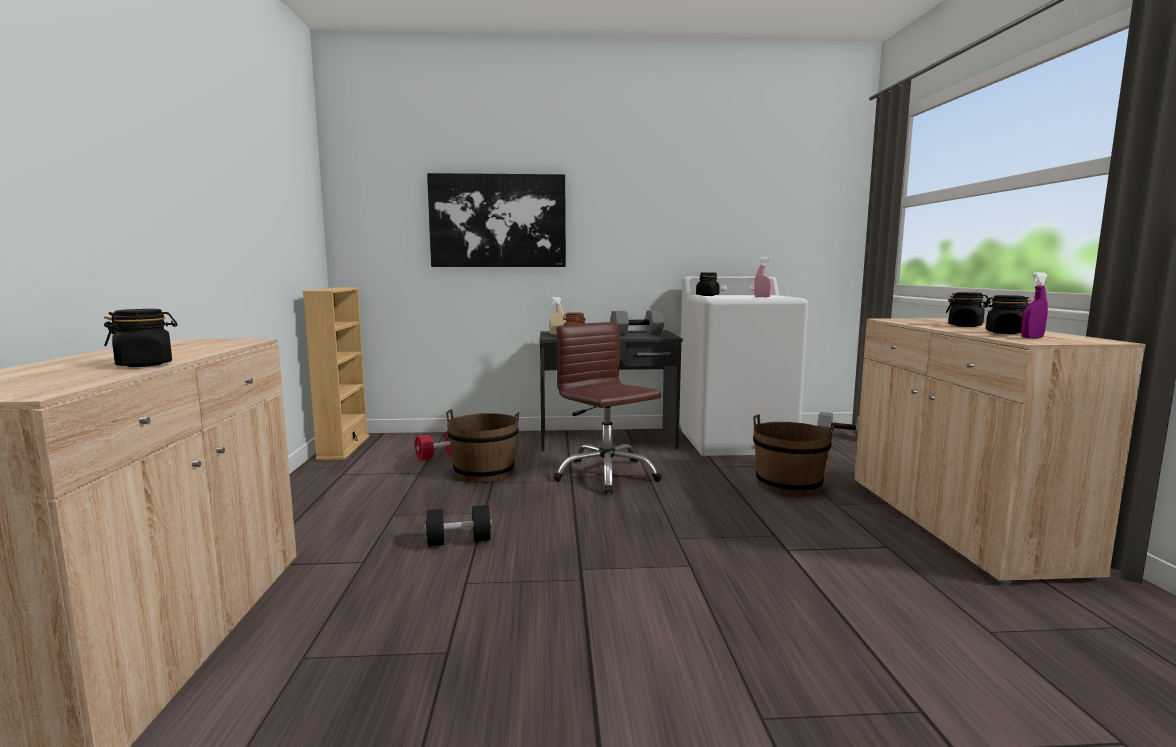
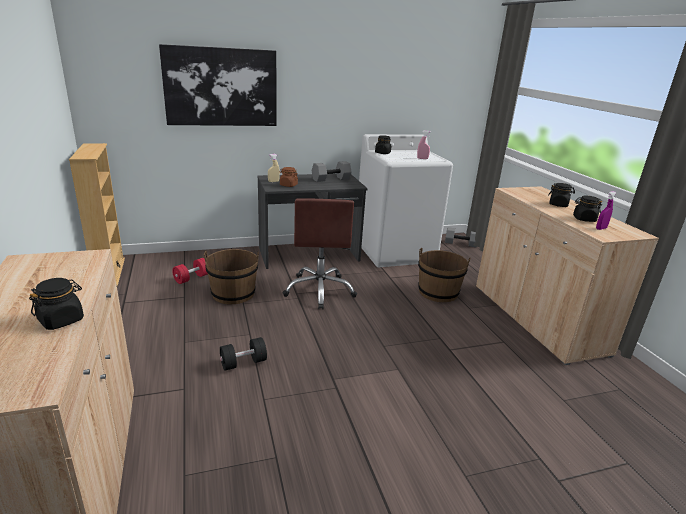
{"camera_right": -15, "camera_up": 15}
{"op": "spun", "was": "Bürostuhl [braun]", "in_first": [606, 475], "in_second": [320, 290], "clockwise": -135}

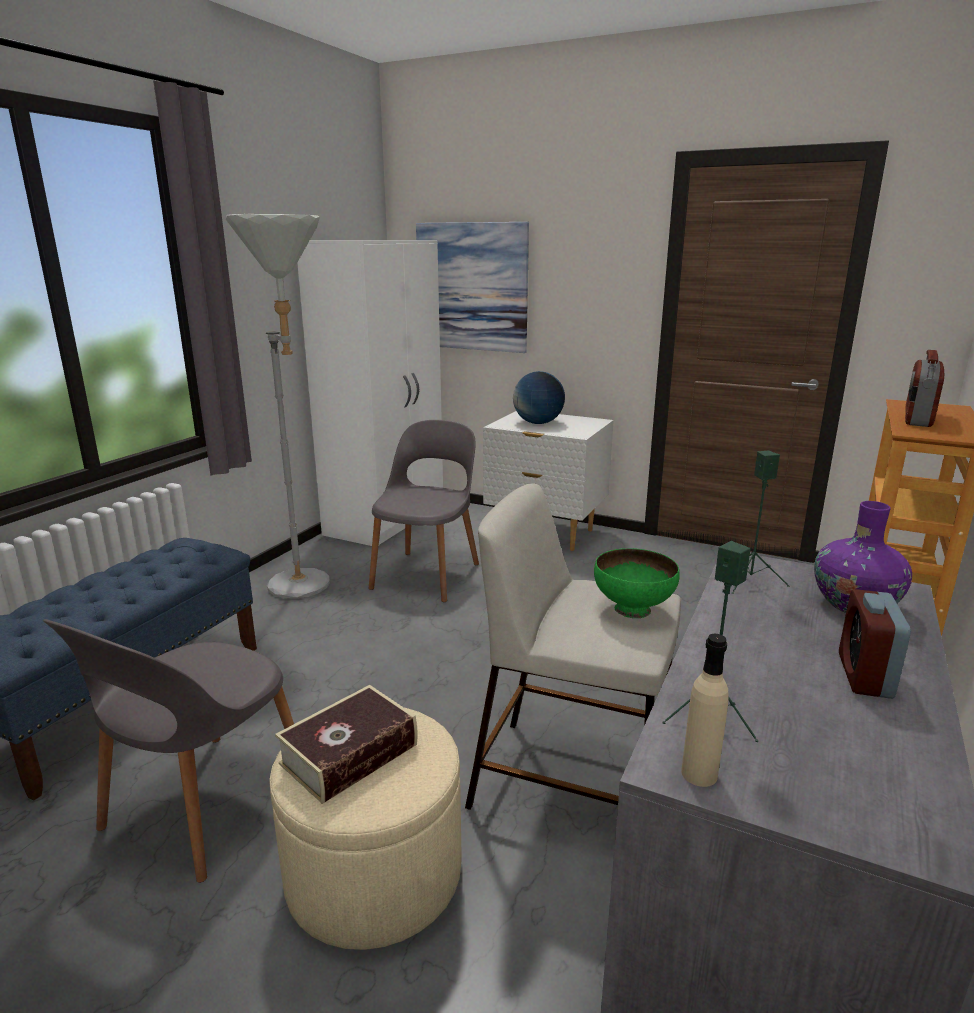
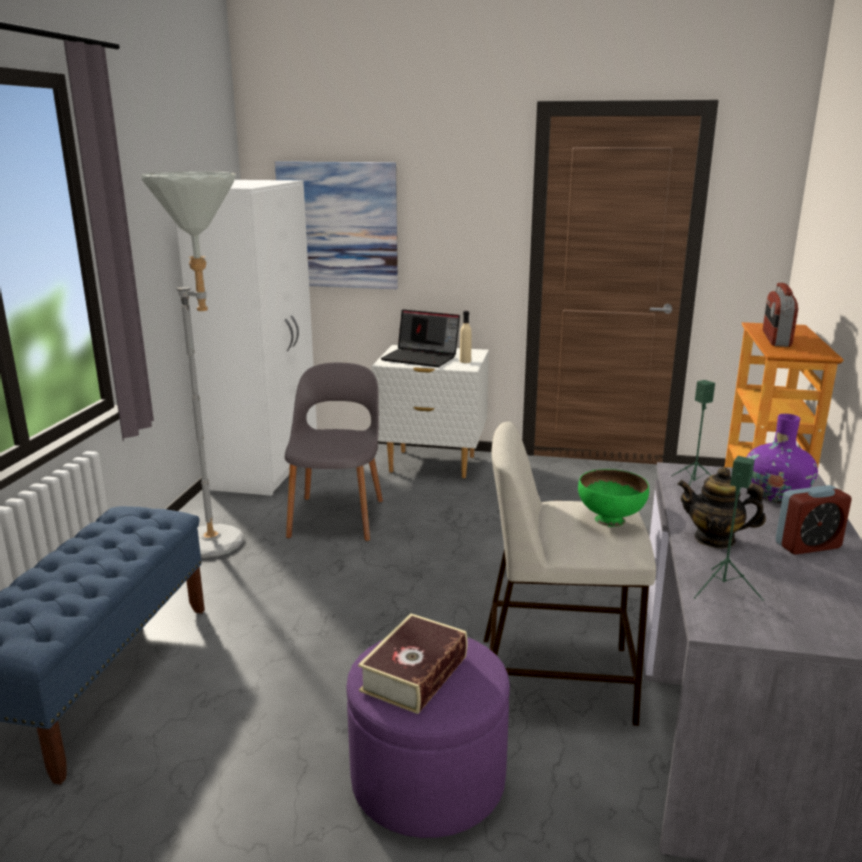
{"camera_right": -15, "camera_up": 0}
{"op": "missing", "was": "Stuhl [grau]", "in_first": [203, 805]}
{"op": "colour", "was": "Polsterhocker [beige]", "now": "Polsterhocker [lila]", "in_first": [374, 873], "in_second": [428, 778]}
{"op": "exchanged", "was": "Globus", "now": "Laptop", "in_first": [538, 423], "in_second": [421, 358]}
{"op": "relocated", "was": "Flasche [beige]", "in_first": [699, 774], "in_second": [465, 361]}
{"op": "spun", "was": "Wecker", "in_first": [864, 676], "in_second": [807, 545], "clockwise": -105}
{"op": "appeared", "now": "Teekanne", "in_second": [715, 539]}

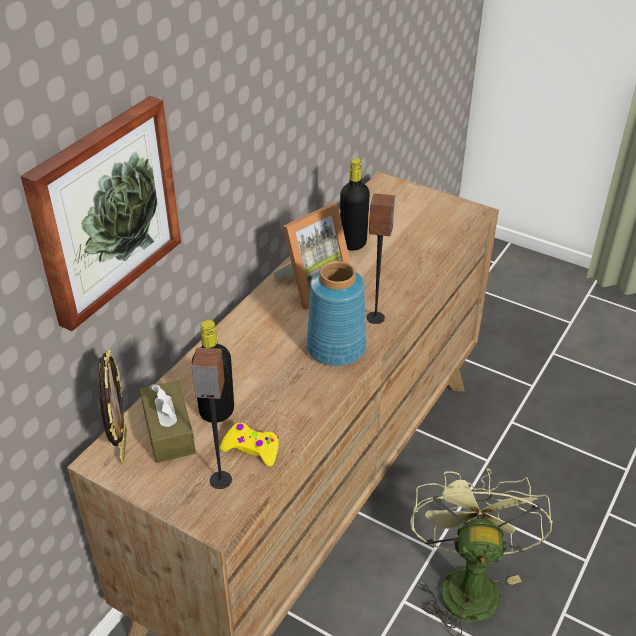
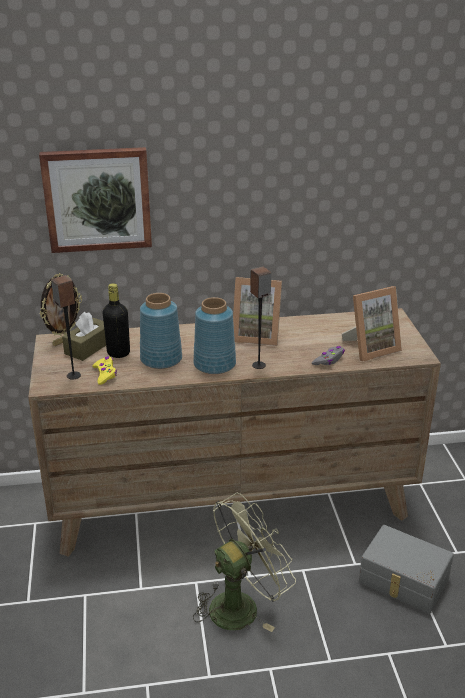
{"camera_right": 50, "camera_up": -10}
{"op": "missing", "was": "Flasche [schwarz]", "in_first": [353, 243]}
{"op": "appeared", "now": "Vase [blau]", "in_second": [162, 359]}
{"op": "appeared", "now": "Gamepad [grau]", "in_second": [329, 360]}
{"op": "appeared", "now": "Bilderrahmen", "in_second": [370, 348]}
{"op": "appeared", "now": "Aufbewahrungsbox [grau]", "in_second": [403, 581]}

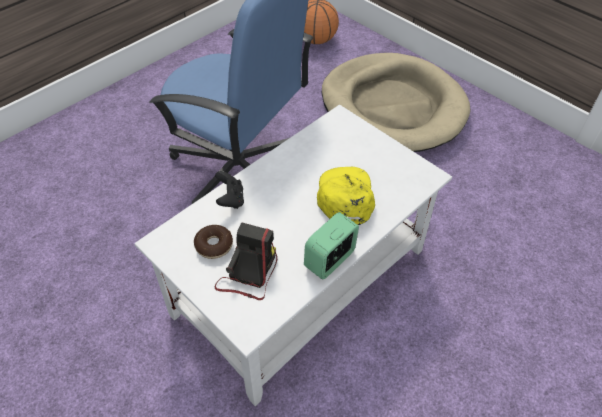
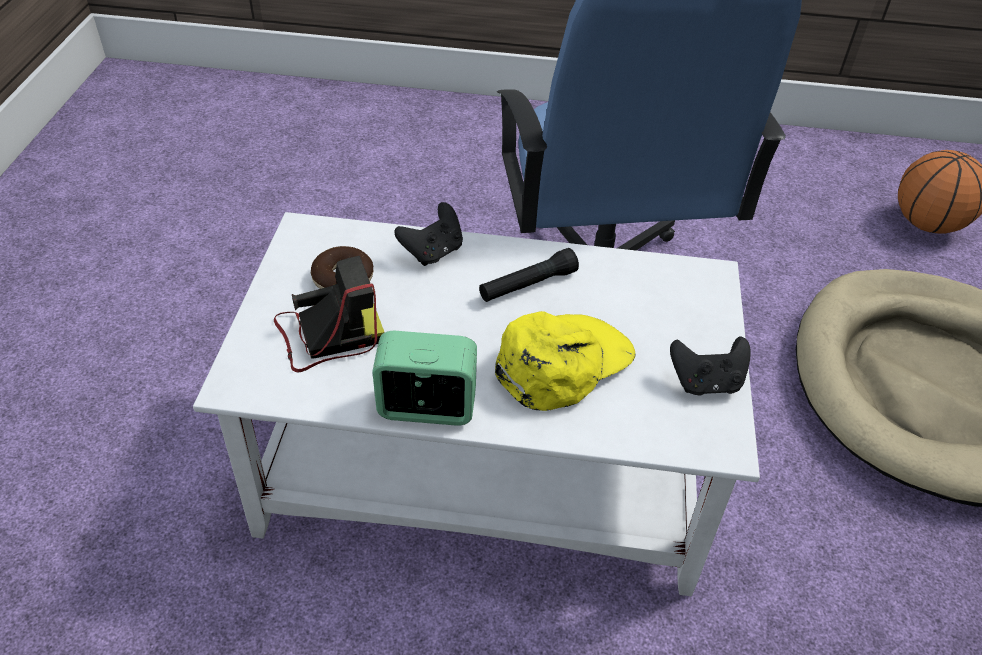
{"camera_right": 50, "camera_up": -5}
{"op": "appeared", "now": "Taschenlampe [schwarz]", "in_second": [527, 285]}
{"op": "appeared", "now": "Gamepad [schwarz]", "in_second": [706, 382]}

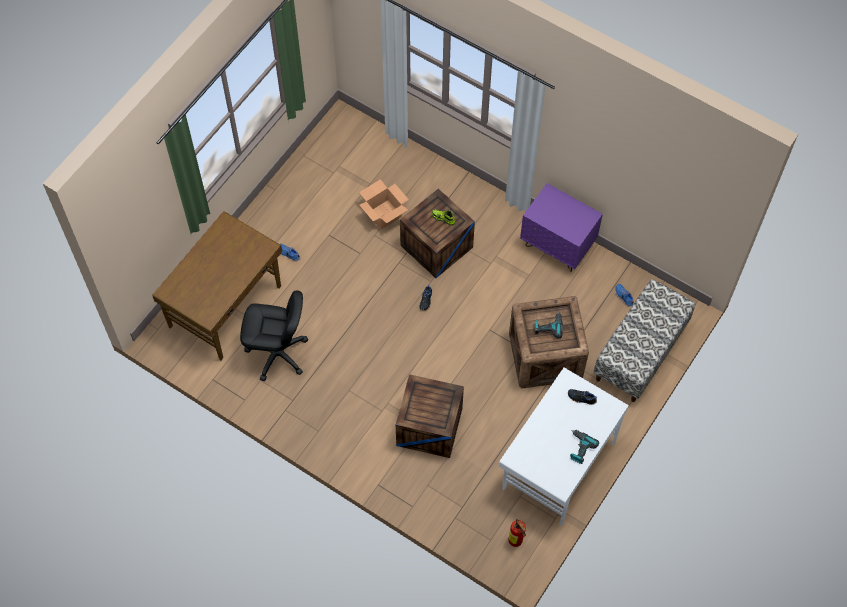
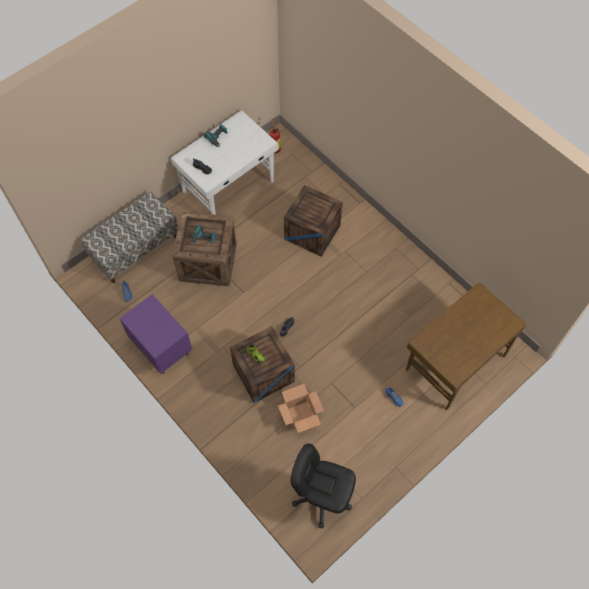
{"camera_right": -165, "camera_up": 0}
{"op": "relocated", "was": "Bürostuhl [schwarz]", "in_first": [277, 354], "in_second": [322, 496]}

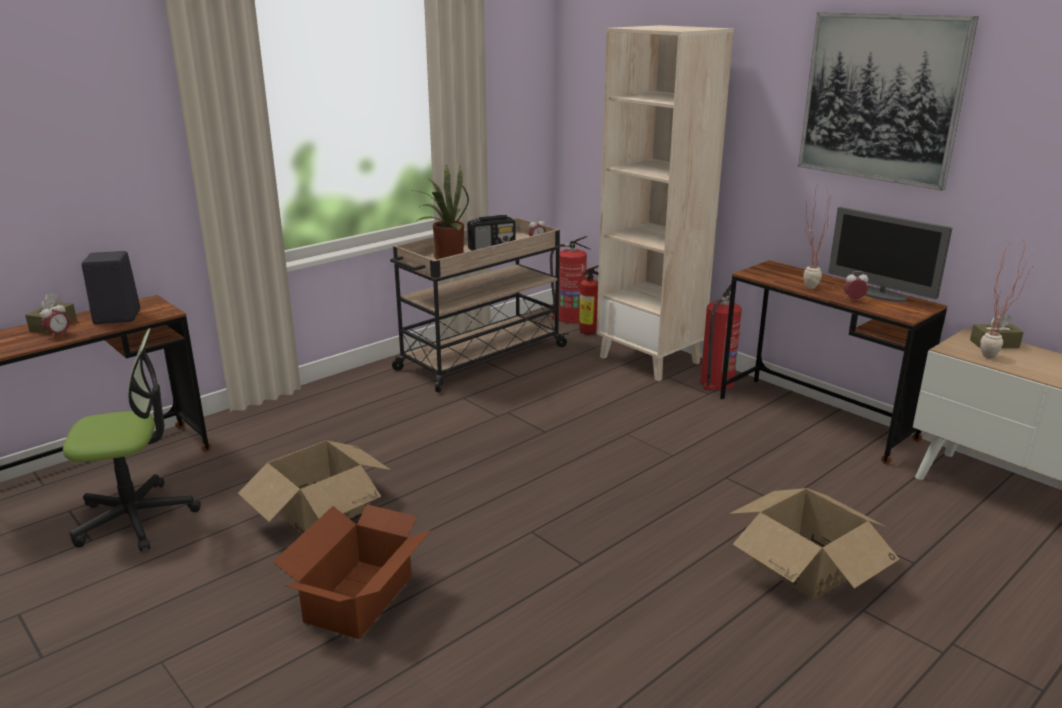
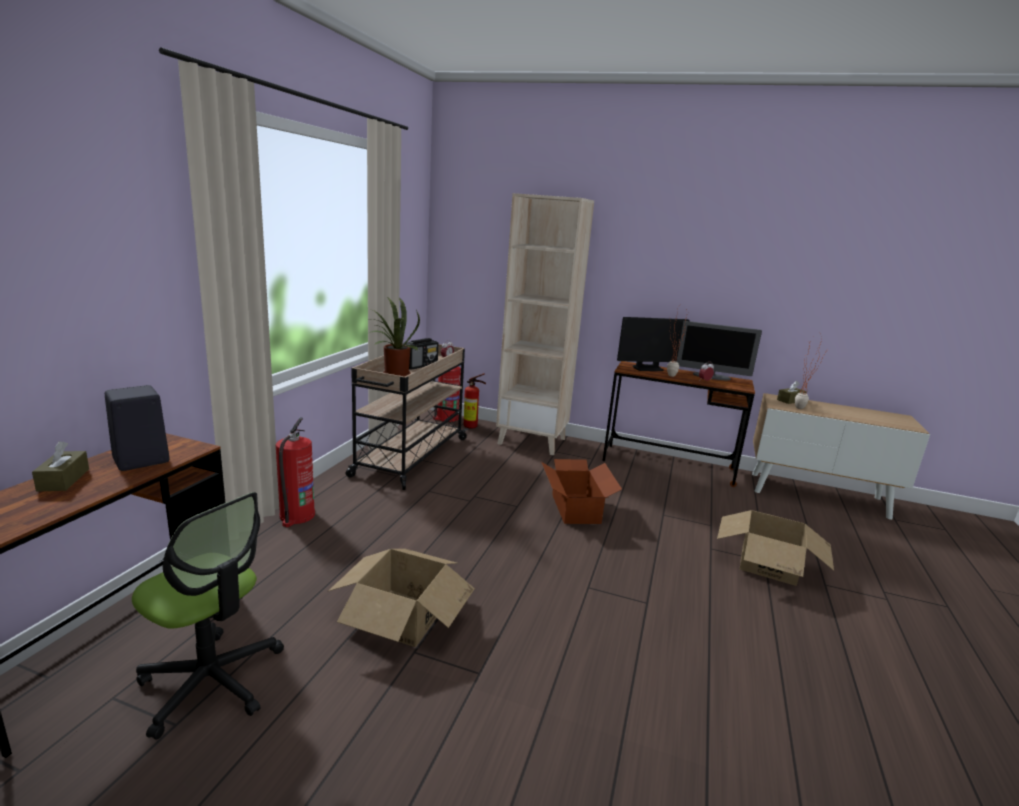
{"camera_right": -30, "camera_up": -5}
{"op": "missing", "was": "Wecker", "in_first": [58, 335]}
{"op": "spun", "was": "Bürostuhl", "in_first": [136, 518], "in_second": [212, 681], "clockwise": 75}
{"op": "relocated", "was": "Karton", "in_first": [361, 598], "in_second": [576, 508]}
{"op": "relocated", "was": "Feuerlöscher", "in_first": [716, 382], "in_second": [296, 516]}
{"op": "missing", "was": "Bild", "in_first": [881, 98]}
{"op": "appeared", "now": "Monitor", "in_second": [647, 368]}

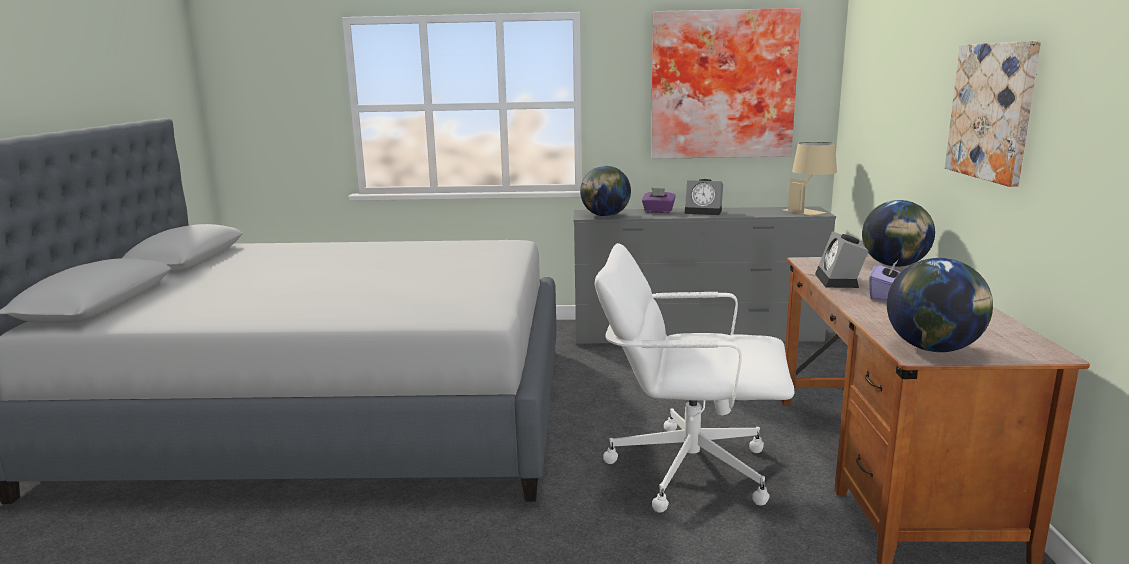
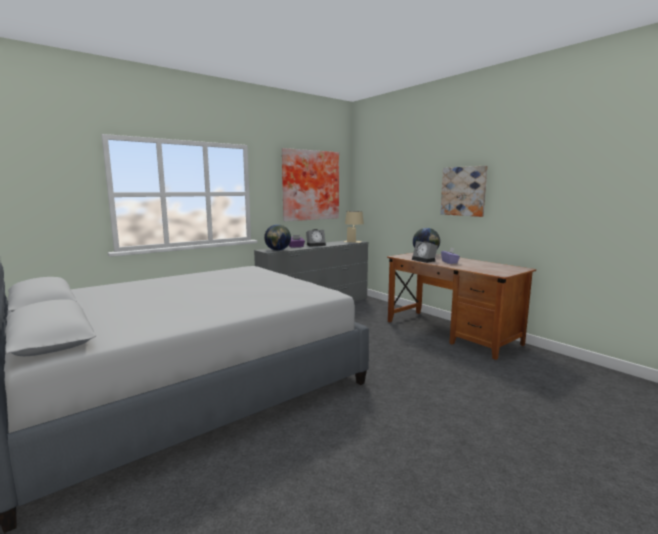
{"camera_right": -40, "camera_up": -5}
{"op": "missing", "was": "Bürostuhl [weiß]", "in_first": [688, 468]}
{"op": "missing", "was": "Globus", "in_first": [933, 349]}

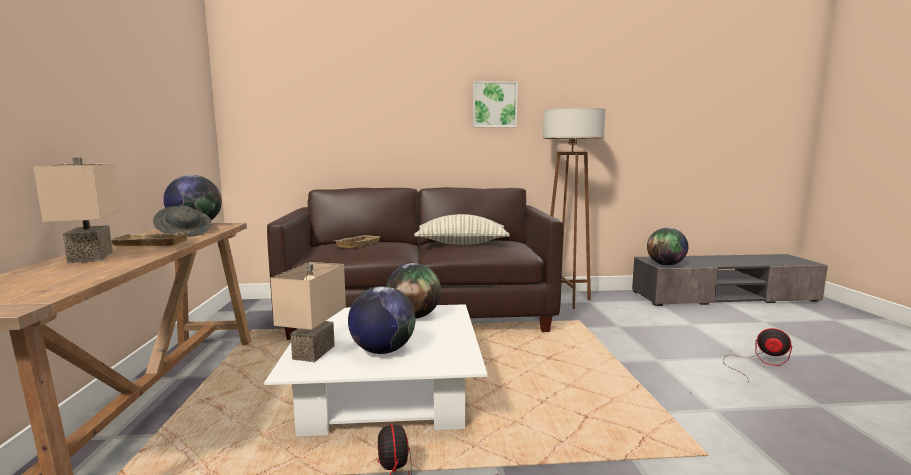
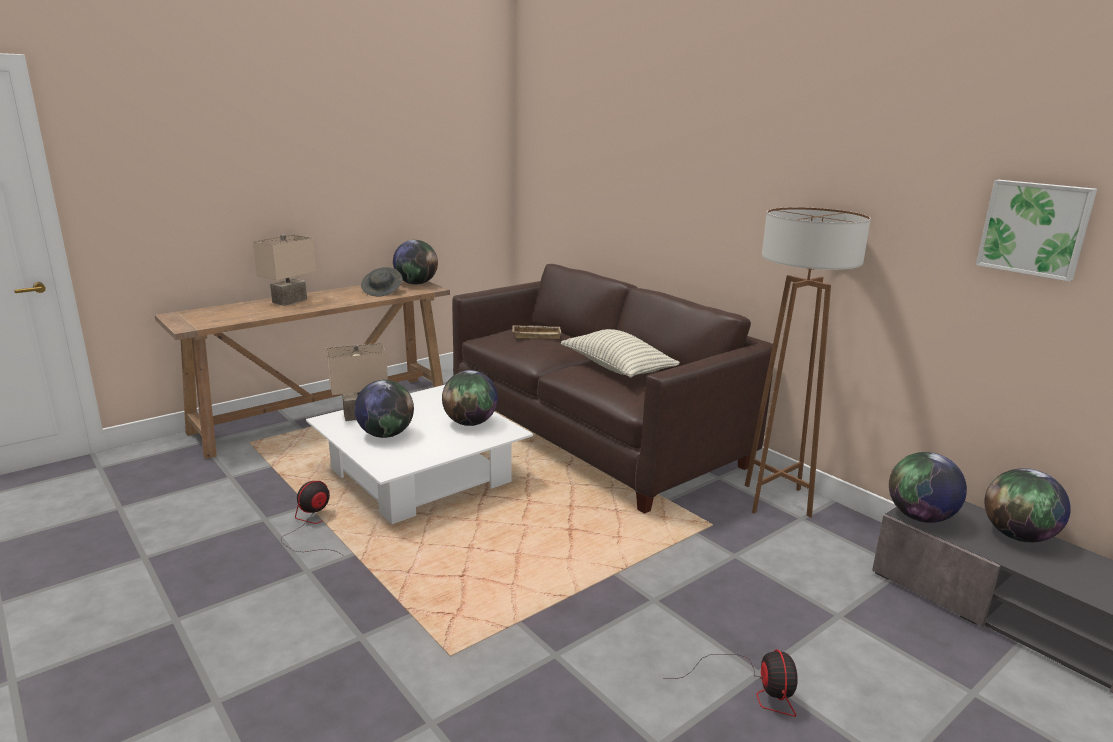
{"camera_right": 55, "camera_up": 10}
{"op": "missing", "was": "Tablett [beige]", "in_first": [148, 244]}
{"op": "relocated", "was": "Bild", "in_first": [494, 104], "in_second": [1035, 228]}
{"op": "appeared", "now": "Globus", "in_second": [1018, 536]}

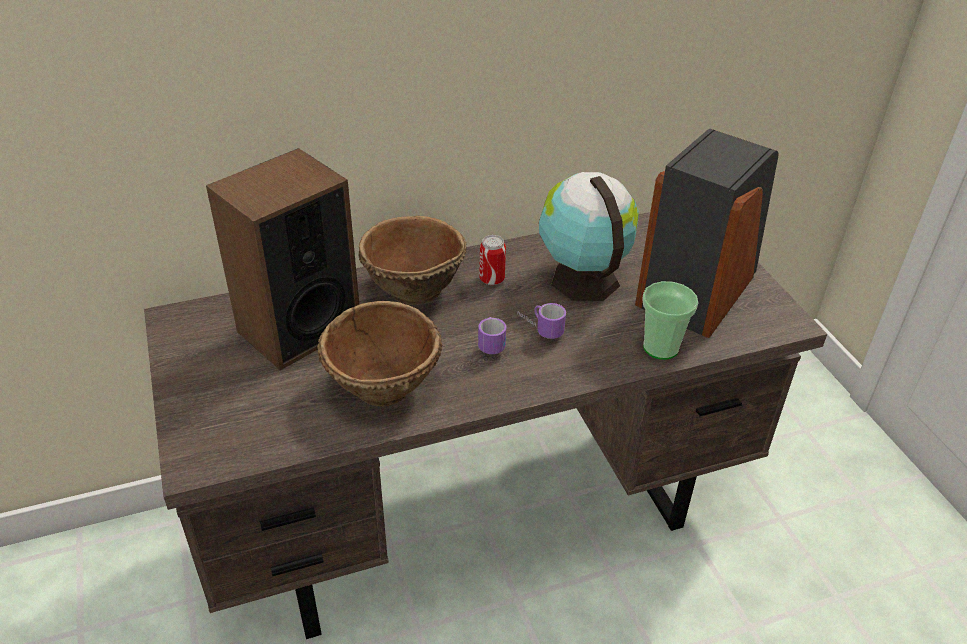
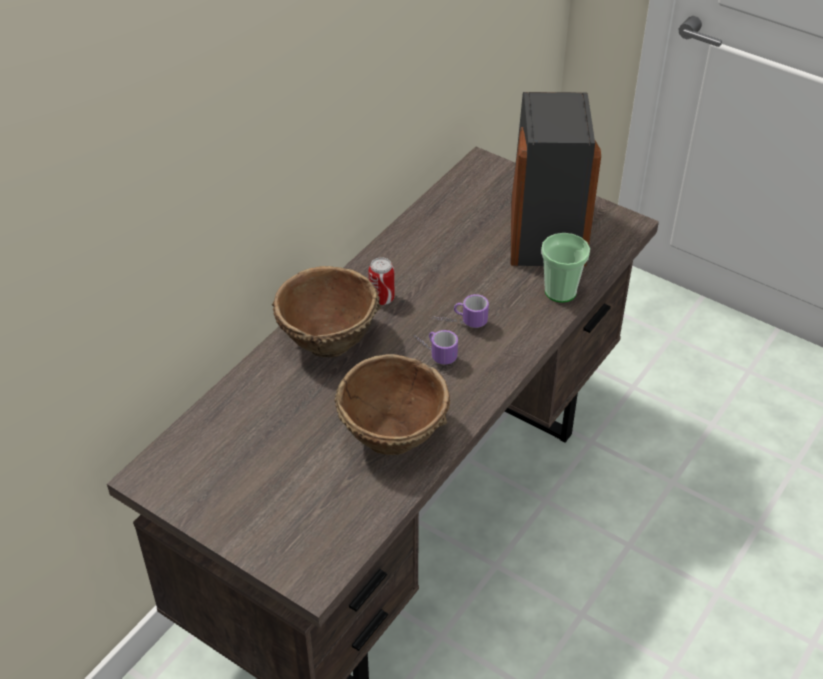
{"camera_right": -35, "camera_up": 5}
{"op": "missing", "was": "Lautsprecher", "in_first": [298, 328]}
{"op": "missing", "was": "Globus", "in_first": [582, 278]}

